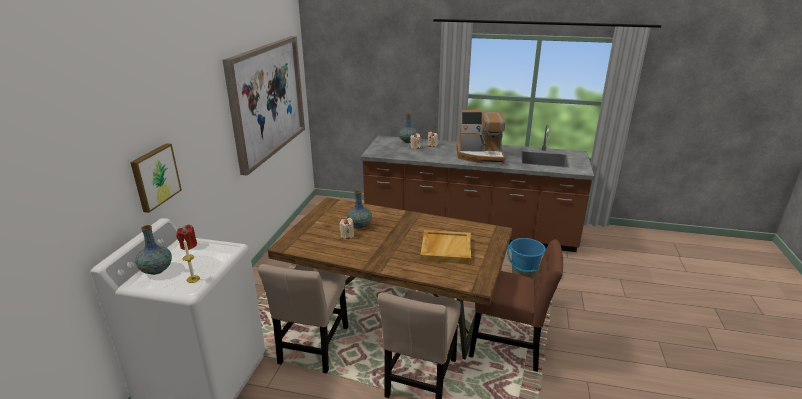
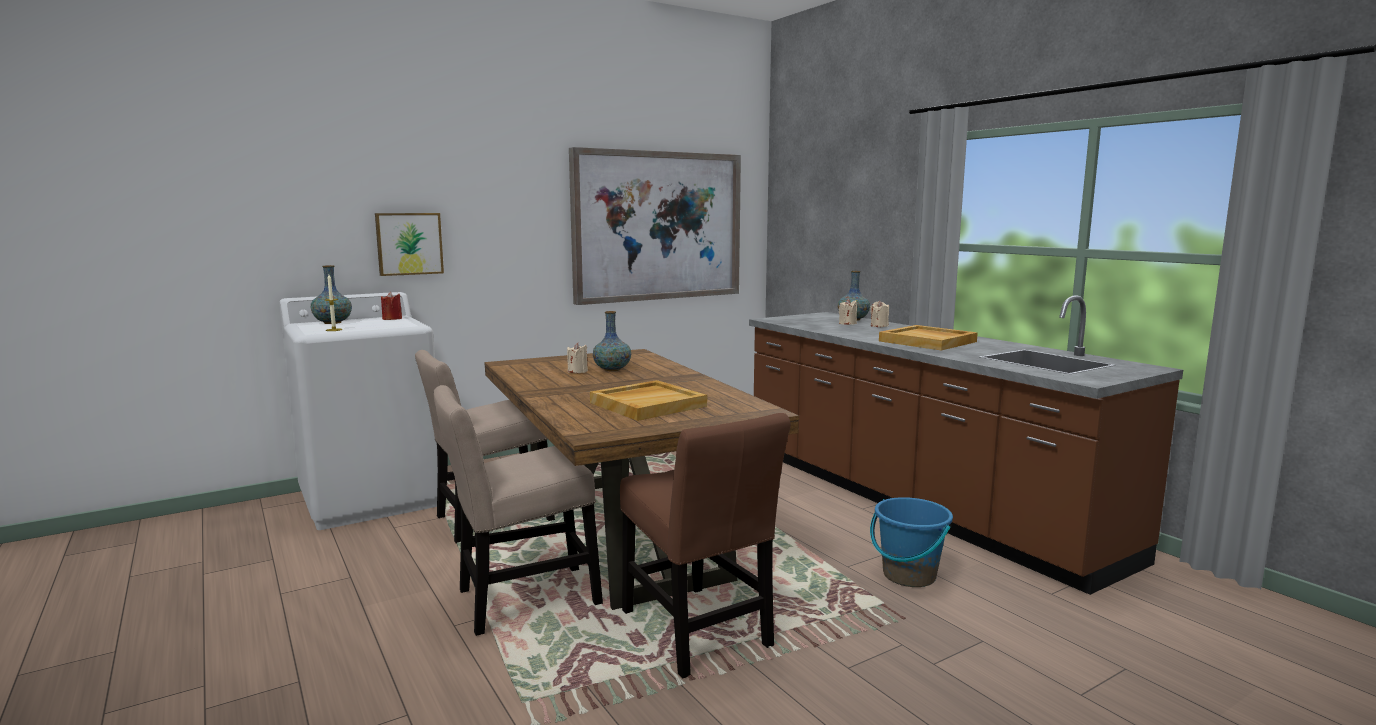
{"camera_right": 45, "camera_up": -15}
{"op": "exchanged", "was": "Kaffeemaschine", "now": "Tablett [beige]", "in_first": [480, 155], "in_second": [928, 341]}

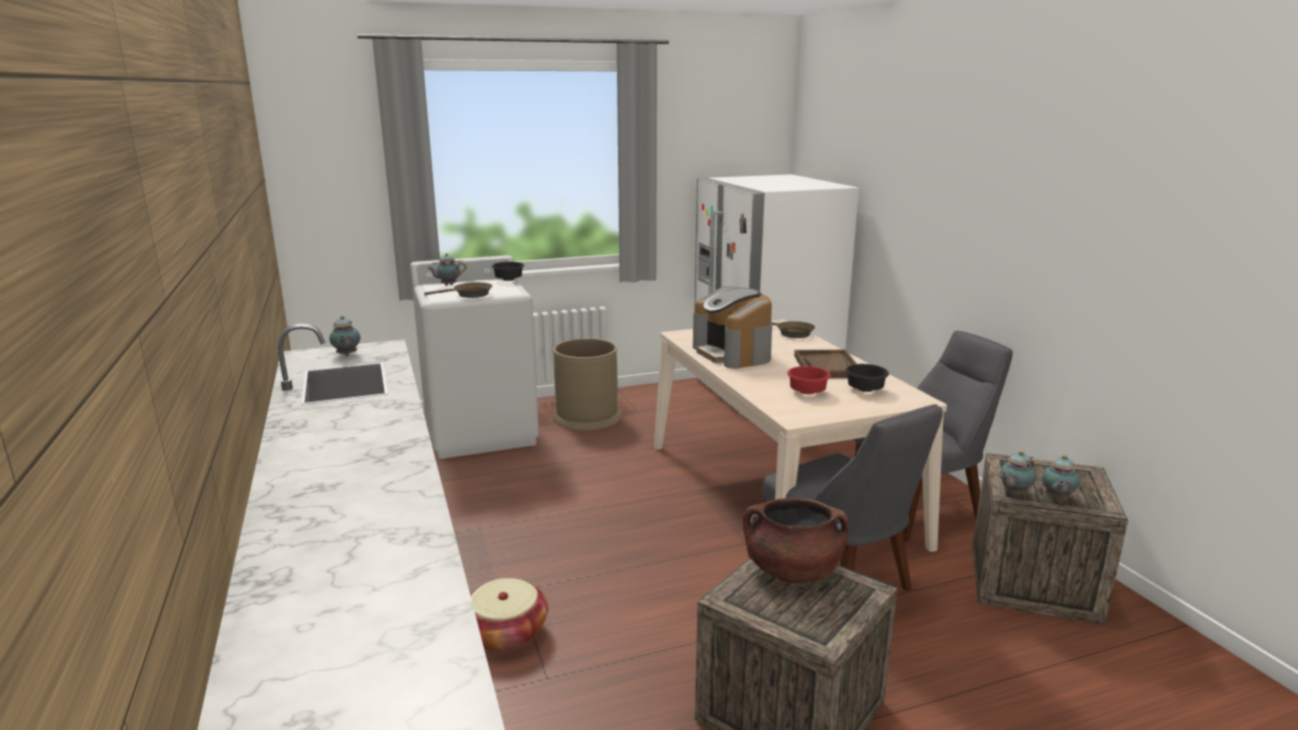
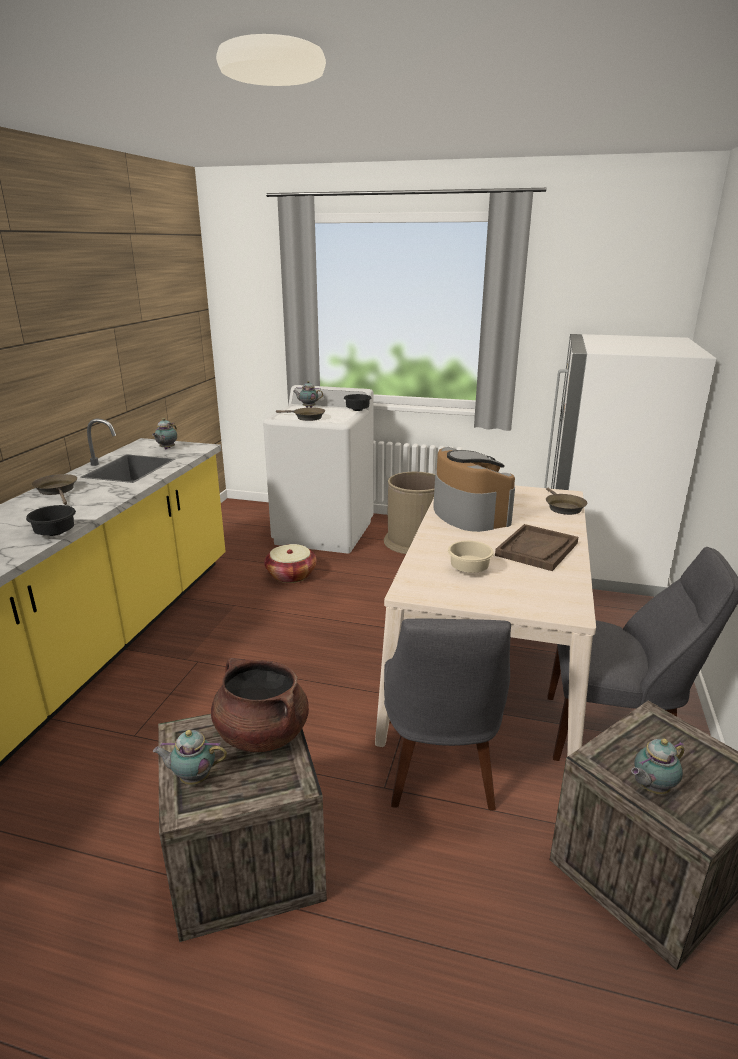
{"camera_right": 35, "camera_up": 5}
{"op": "relocated", "was": "Korb", "in_first": [506, 633], "in_second": [291, 575]}
{"op": "spun", "was": "Kaffeemaschine", "in_first": [733, 353], "in_second": [469, 513], "clockwise": 150}
{"op": "colour", "was": "Schüssel [rot]", "now": "Schüssel [beige]", "in_first": [806, 392], "in_second": [467, 569]}
{"op": "relocated", "was": "Schüssel [schwarz]", "in_first": [863, 389], "in_second": [54, 533]}
{"op": "relocated", "was": "Teekanne", "in_first": [1013, 493], "in_second": [193, 778]}
{"op": "appeared", "now": "Pfanne [braun]", "in_second": [57, 490]}

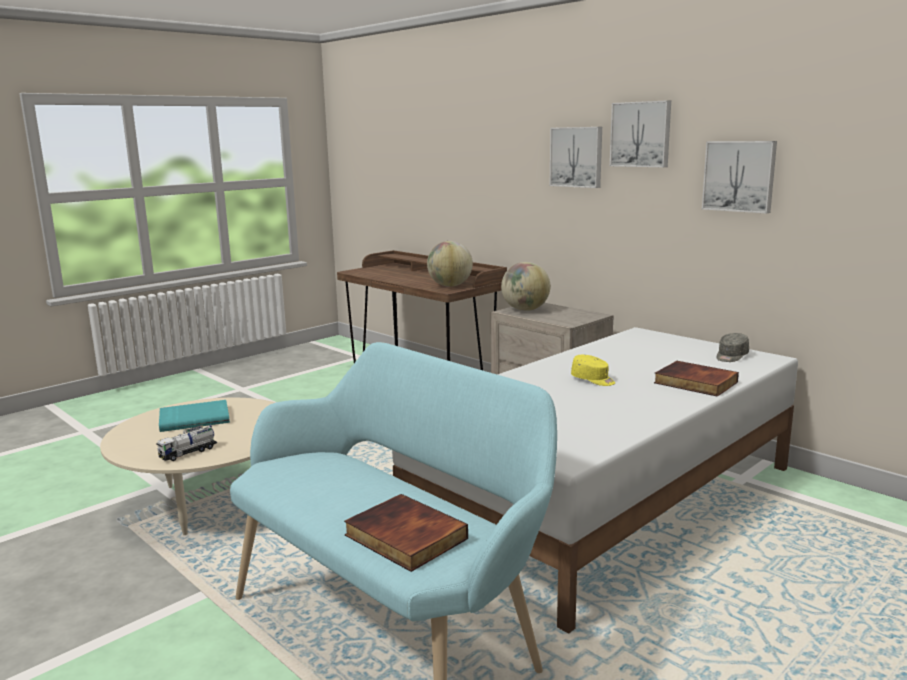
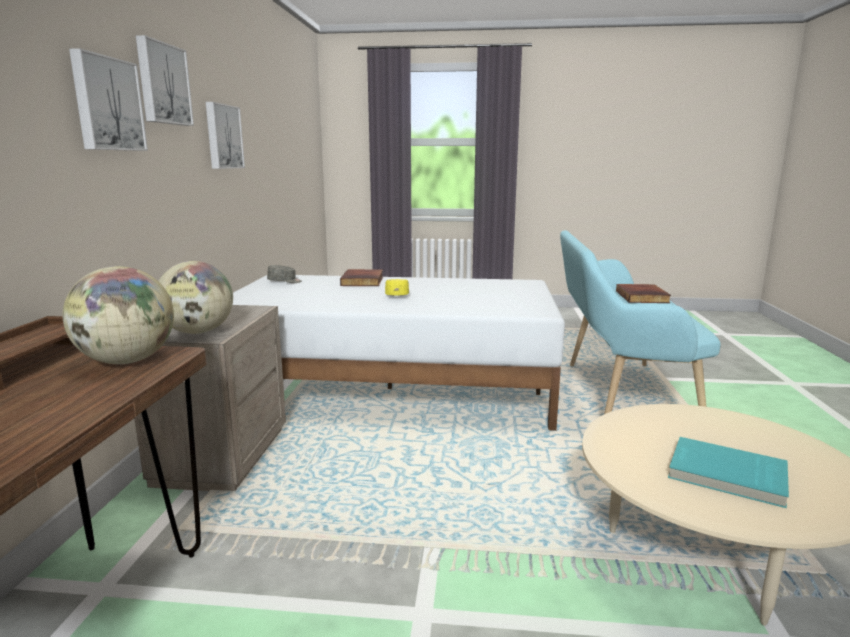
{"camera_right": -130, "camera_up": 0}
{"op": "missing", "was": "Spielzeuglaster", "in_first": [188, 453]}

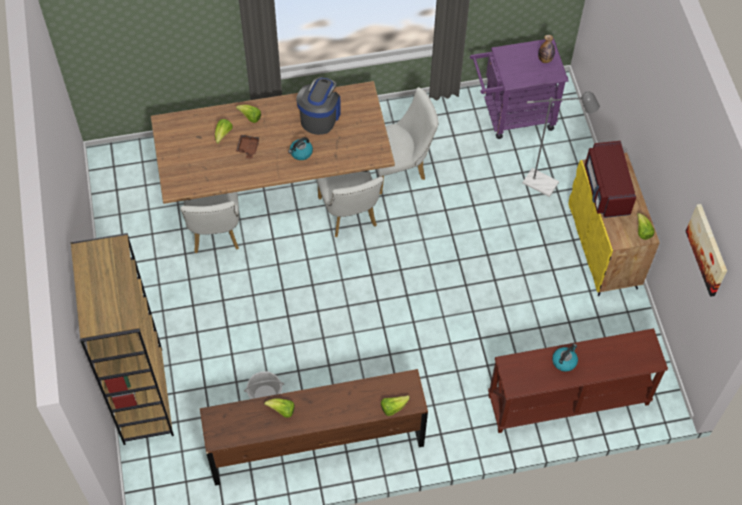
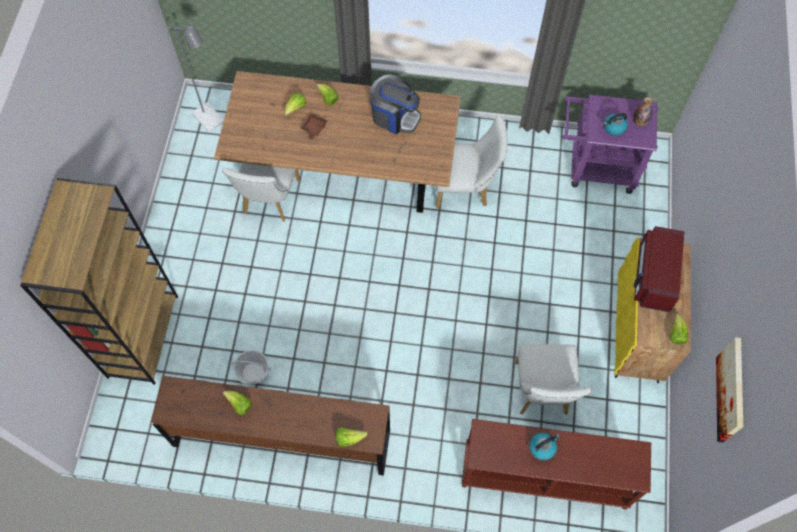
{"camera_right": 20, "camera_up": 5}
{"op": "relocated", "was": "Wasserkessel", "in_first": [301, 153], "in_second": [614, 127]}
{"op": "spun", "was": "Kaffeemaschine", "in_first": [320, 116], "in_second": [394, 116], "clockwise": 75}
{"op": "relocated", "was": "Stuhl [weiß]", "in_first": [349, 215], "in_second": [542, 393]}
{"op": "relocated", "was": "Stehlampe [grau]", "in_first": [546, 185], "in_second": [211, 121]}

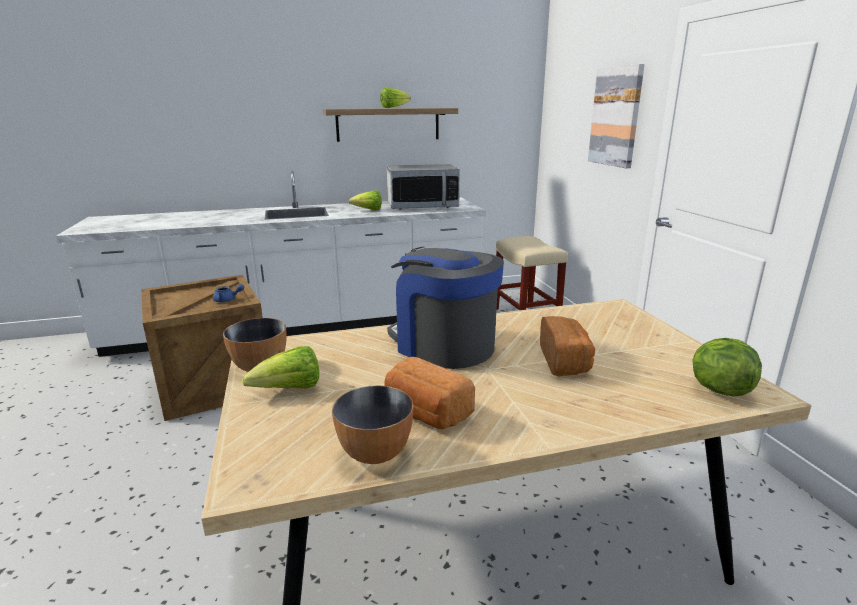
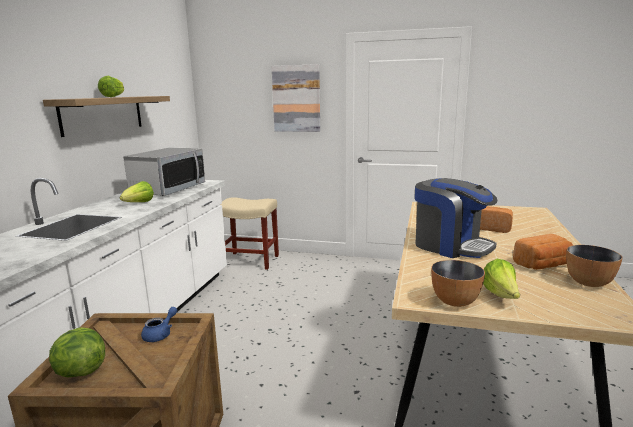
{"camera_right": -60, "camera_up": -5}
{"op": "spun", "was": "Kaffeemaschine", "in_first": [443, 345], "in_second": [451, 246], "clockwise": -120}
{"op": "relocated", "was": "Salatkopf", "in_first": [718, 389], "in_second": [80, 371]}

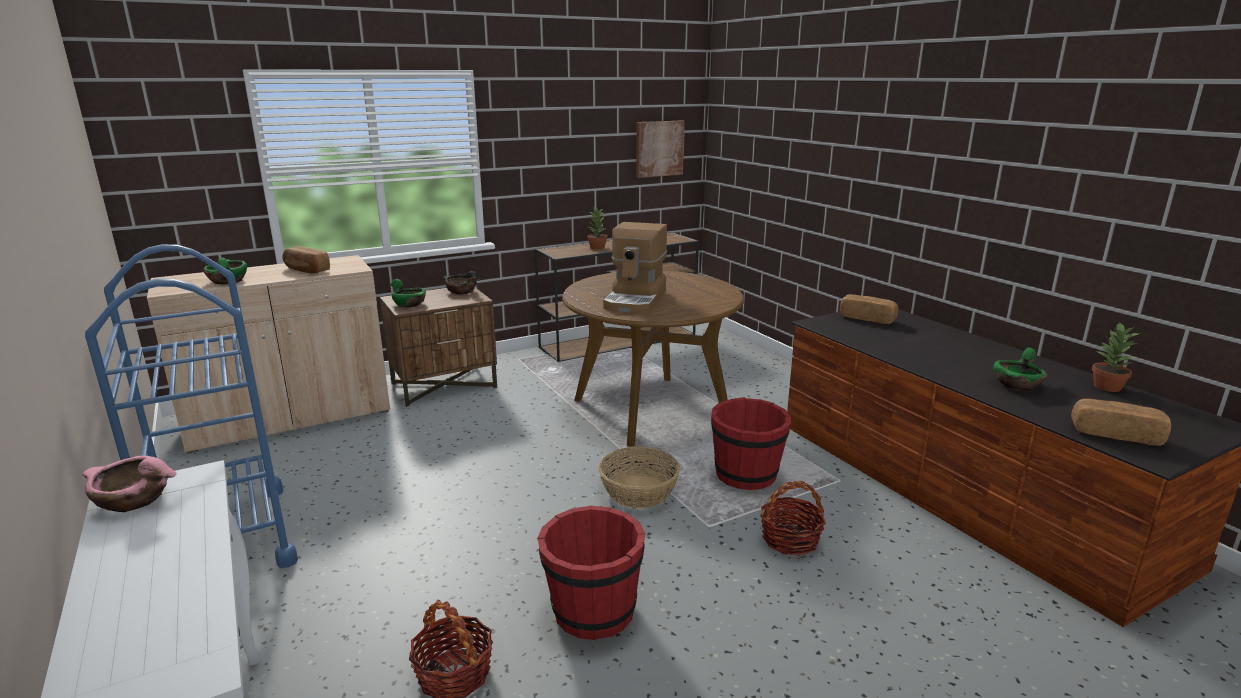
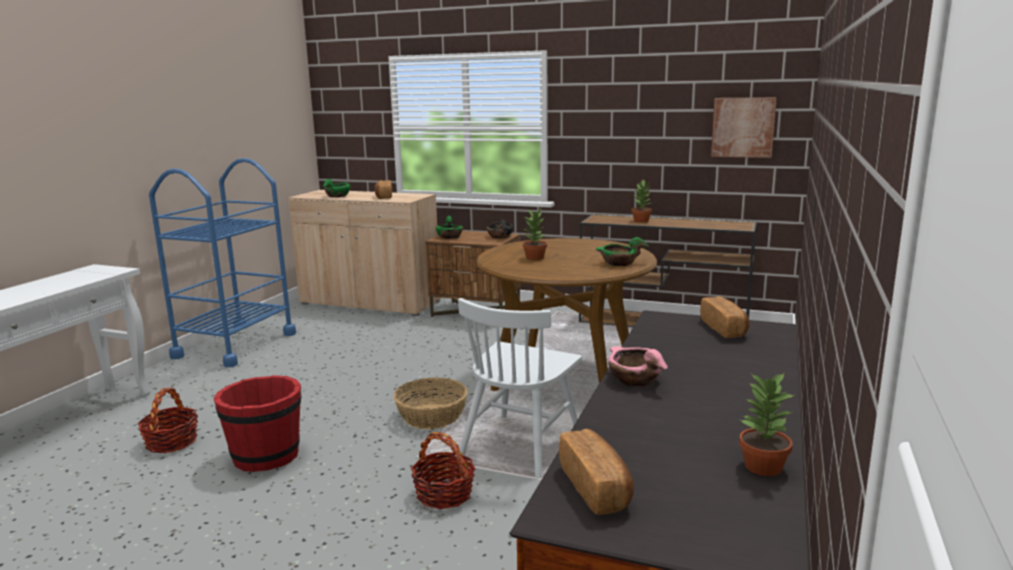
{"camera_right": 50, "camera_up": -5}
{"op": "relocated", "was": "Schüssel [rosa]", "in_first": [133, 499], "in_second": [635, 379]}
{"op": "exchanged", "was": "Kaffeemaschine", "now": "Topfpflanze", "in_first": [636, 300], "in_second": [535, 258]}
{"op": "exchanged", "was": "Eimer [rot]", "now": "Stuhl [weiß]", "in_first": [746, 475], "in_second": [520, 444]}
{"op": "relocated", "was": "Schüssel [grün]", "in_first": [1017, 385], "in_second": [619, 263]}

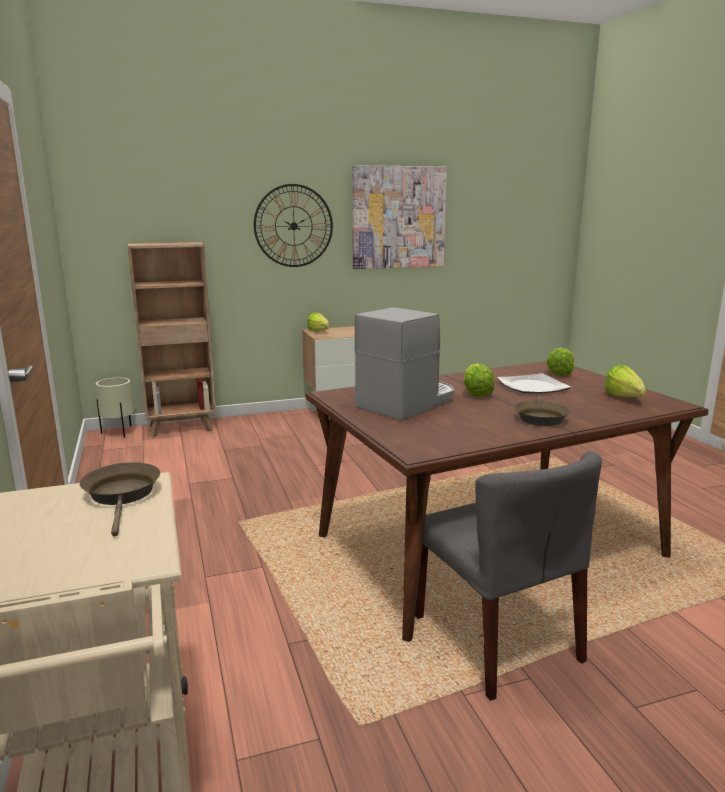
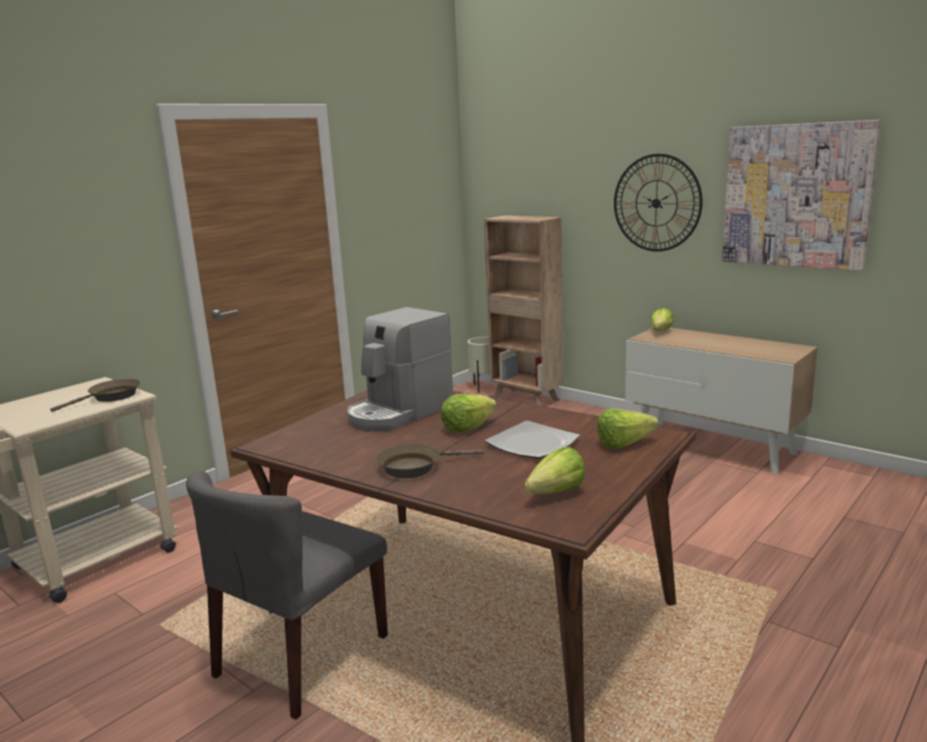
{"camera_right": 60, "camera_up": 0}
{"op": "spun", "was": "Kaffeemaschine", "in_first": [408, 403], "in_second": [399, 413], "clockwise": 120}

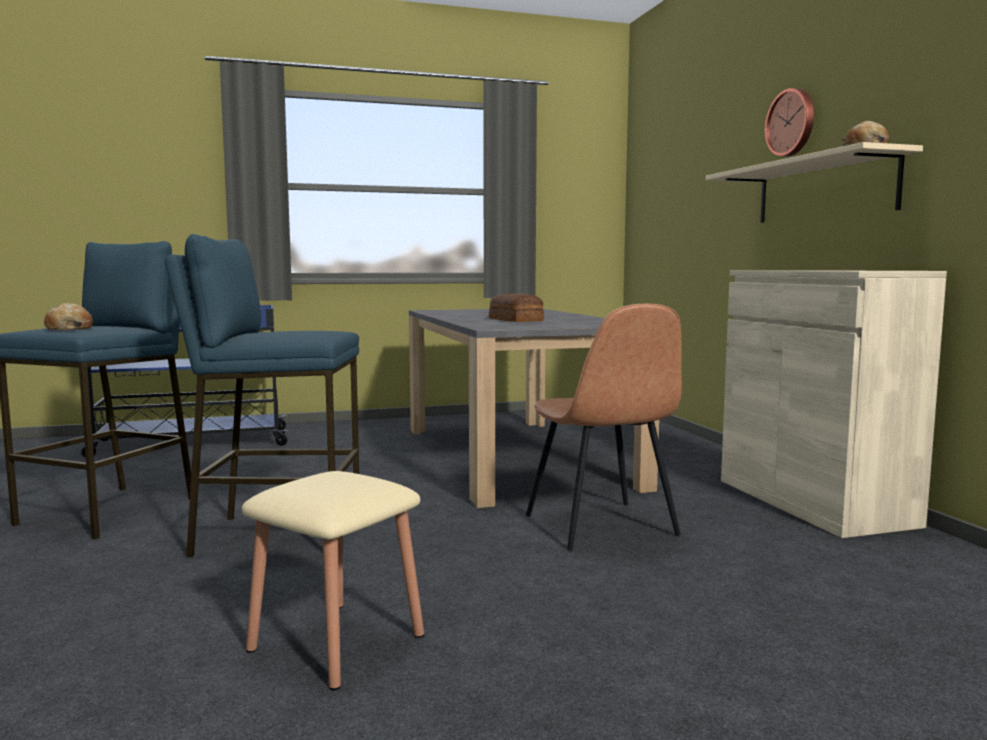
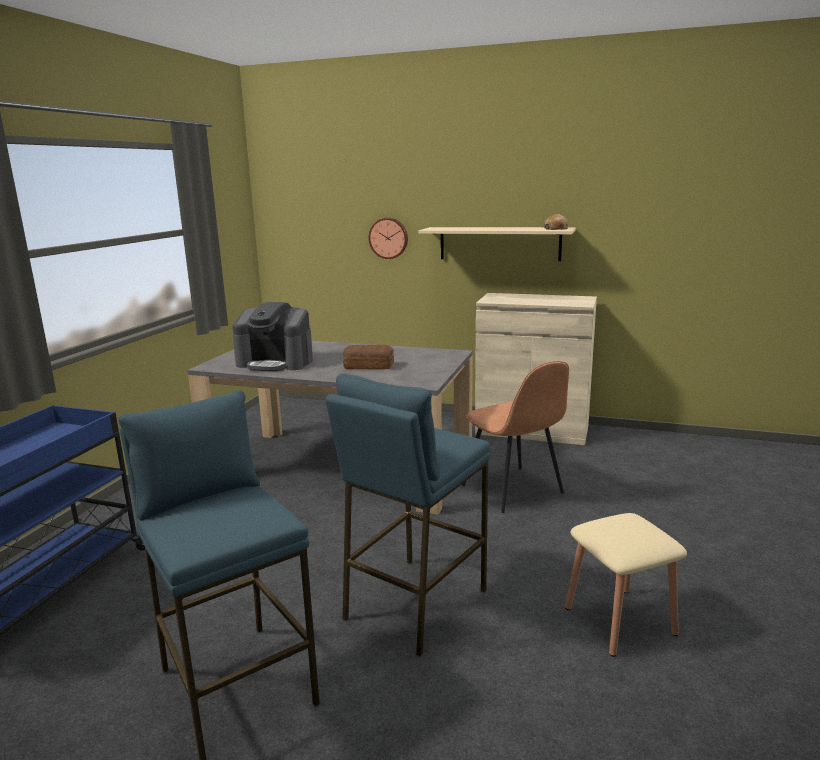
{"camera_right": -55, "camera_up": 10}
{"op": "missing", "was": "Brot", "in_first": [68, 328]}
{"op": "spun", "was": "Stuhl [braun]", "in_first": [602, 527], "in_second": [513, 490], "clockwise": 45}
{"op": "relocated", "was": "Wanduhr", "in_first": [792, 123], "in_second": [388, 238]}
{"op": "appeared", "now": "Kaffeemaschine", "in_second": [275, 362]}

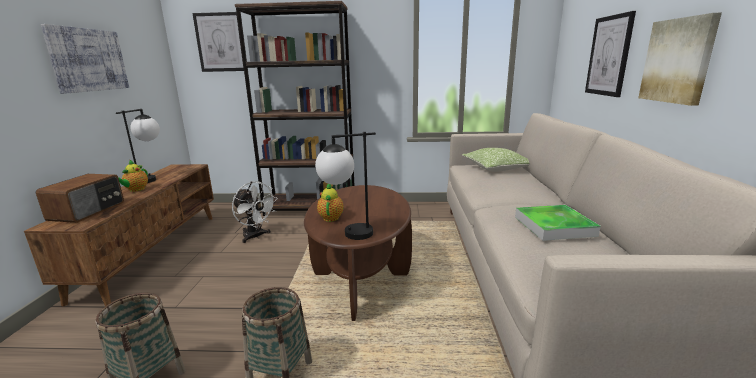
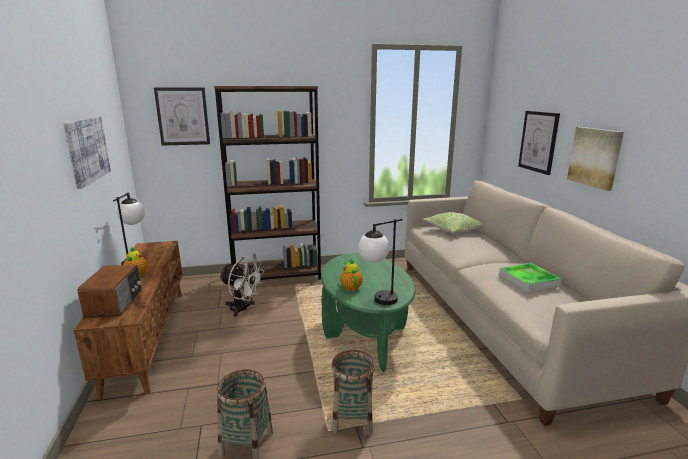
{"camera_right": -15, "camera_up": 0}
{"op": "colour", "was": "Couchtisch [braun]", "now": "Couchtisch [grün]", "in_first": [361, 275], "in_second": [365, 333]}

